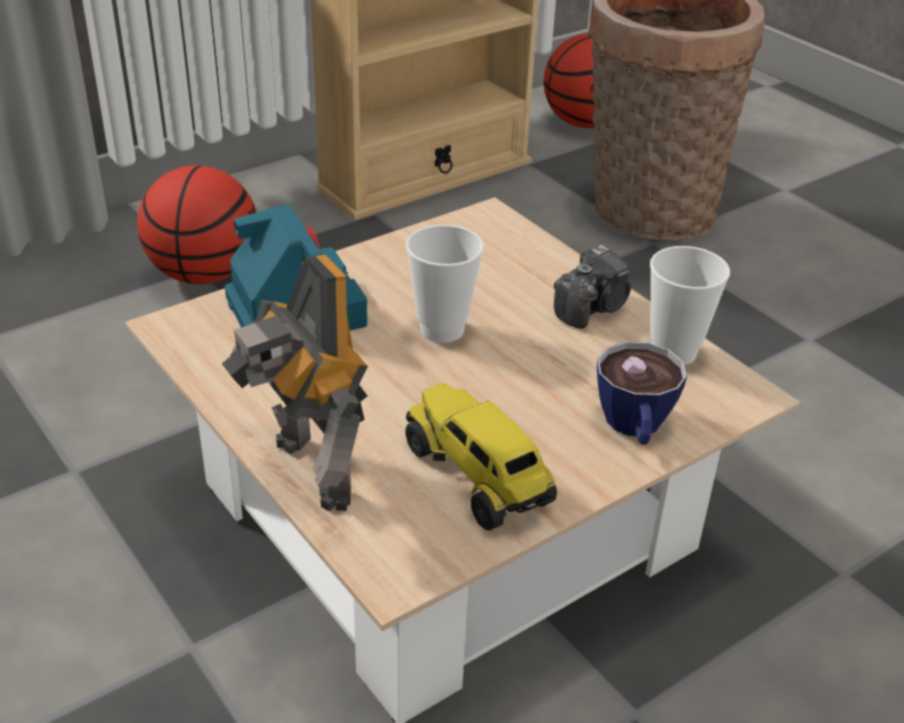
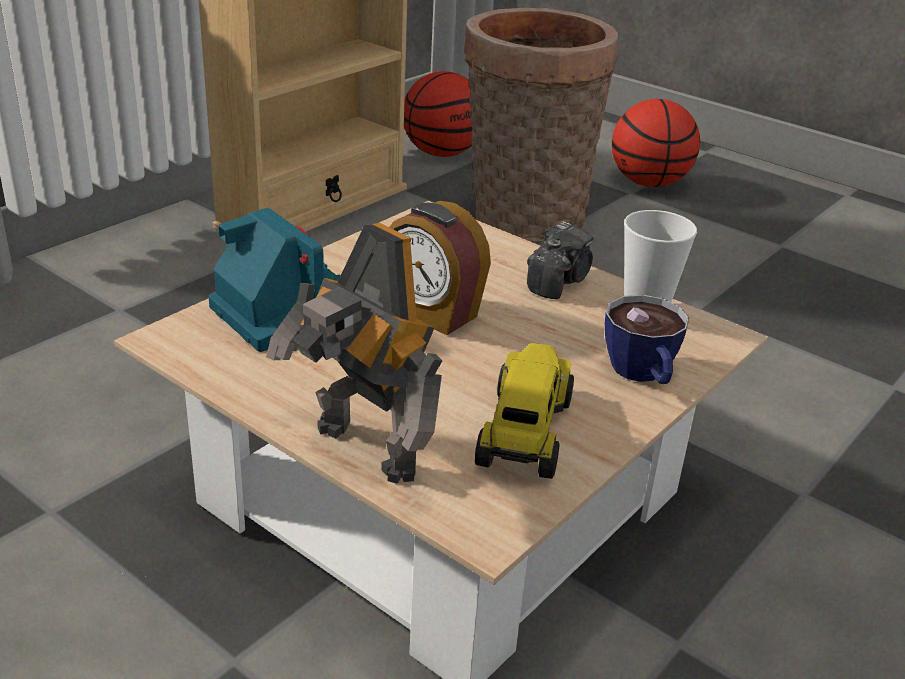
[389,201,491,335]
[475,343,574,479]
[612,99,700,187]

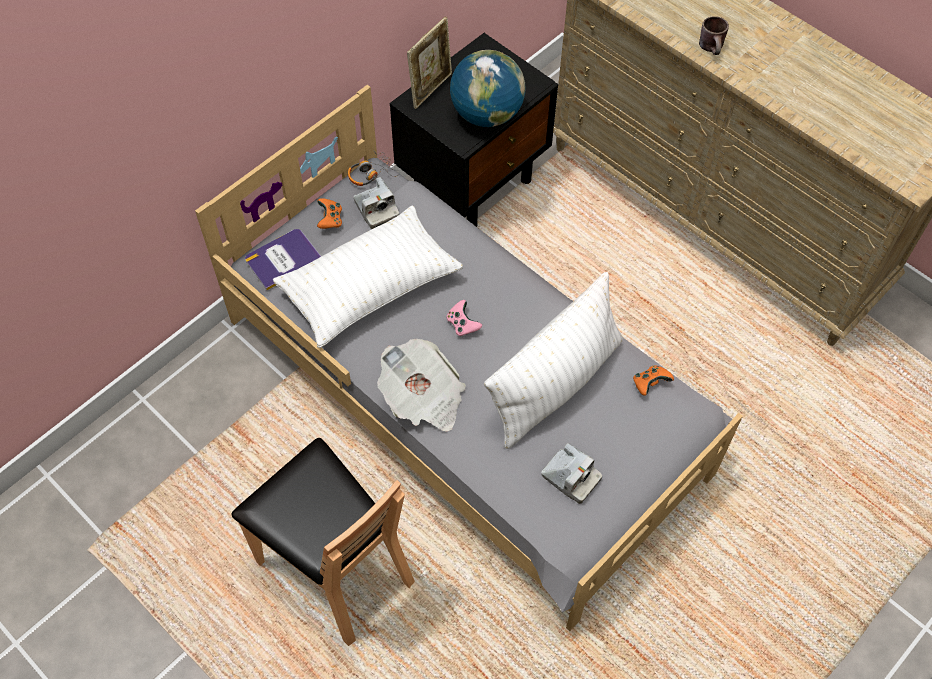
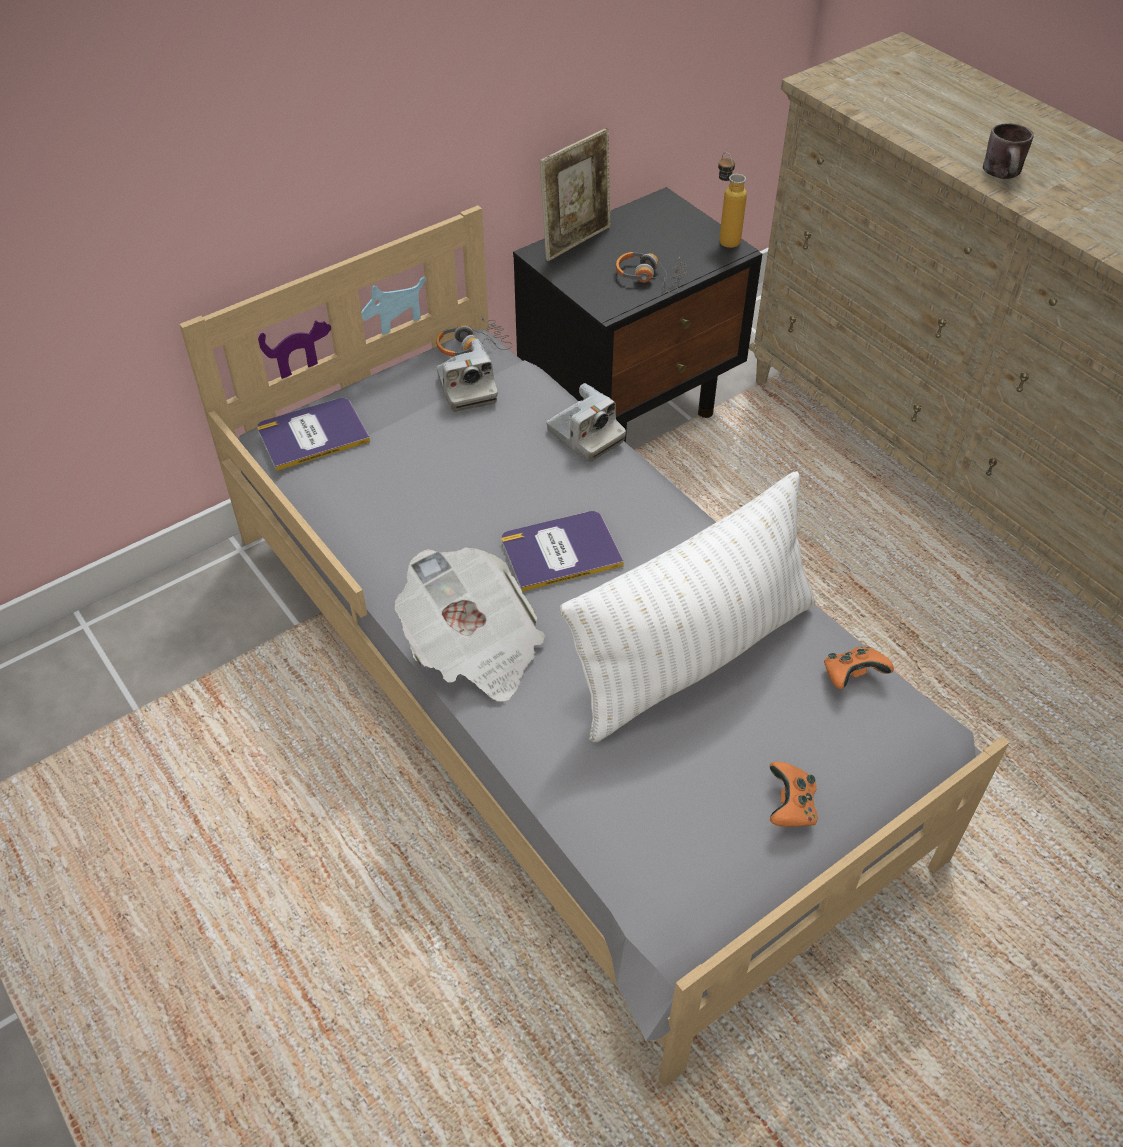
[502,511,624,592]
[546,383,626,462]
[616,252,687,293]
[718,152,747,248]
[770,762,818,827]
[231,438,415,646] (first image)
[273,205,463,348] (first image)

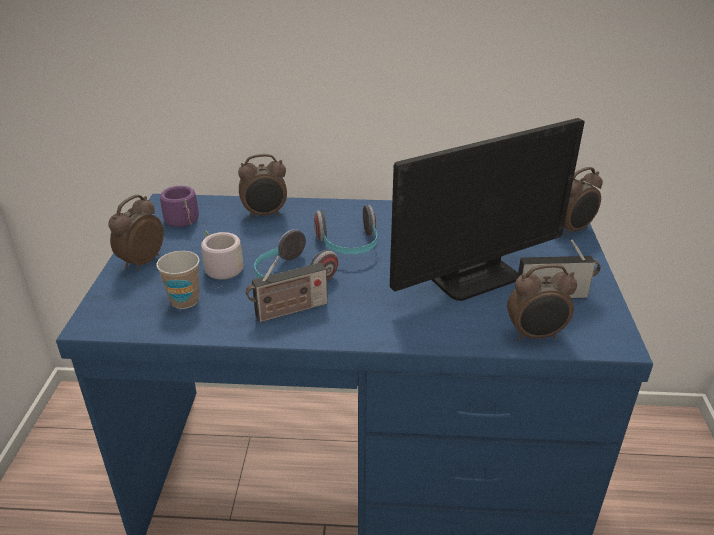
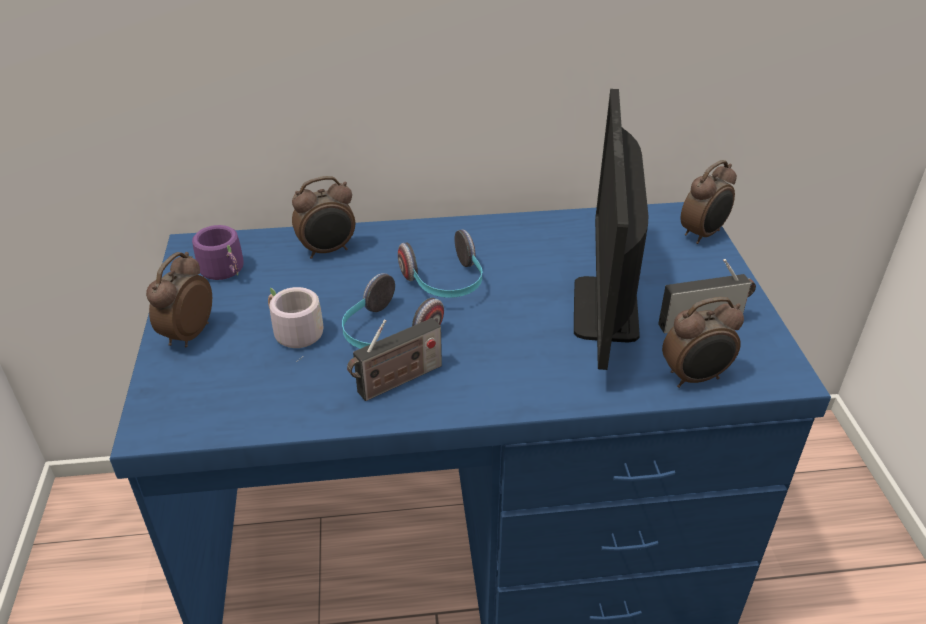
[574,89,648,370]
[156,251,200,309] (first image)

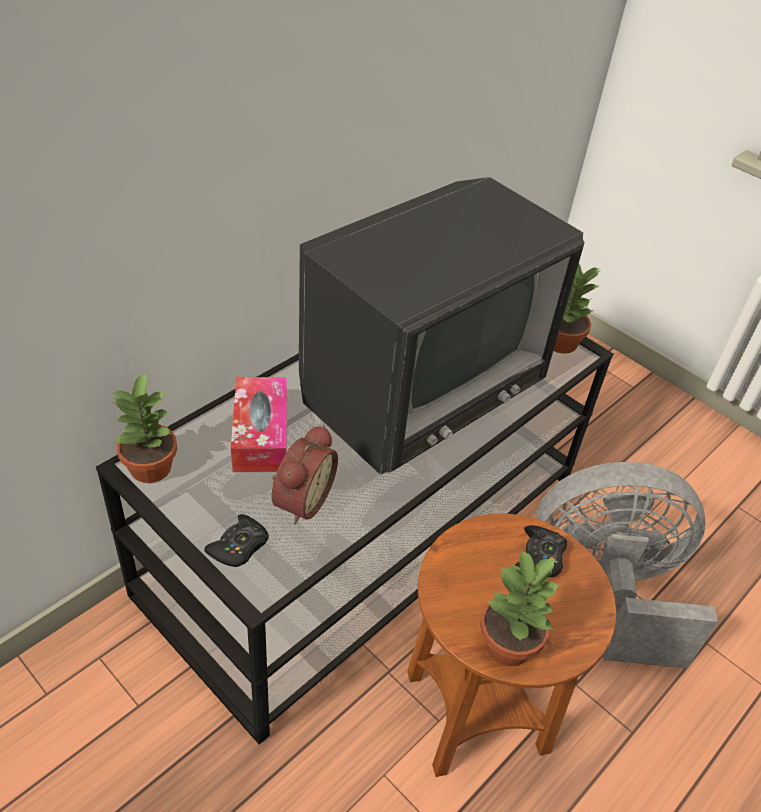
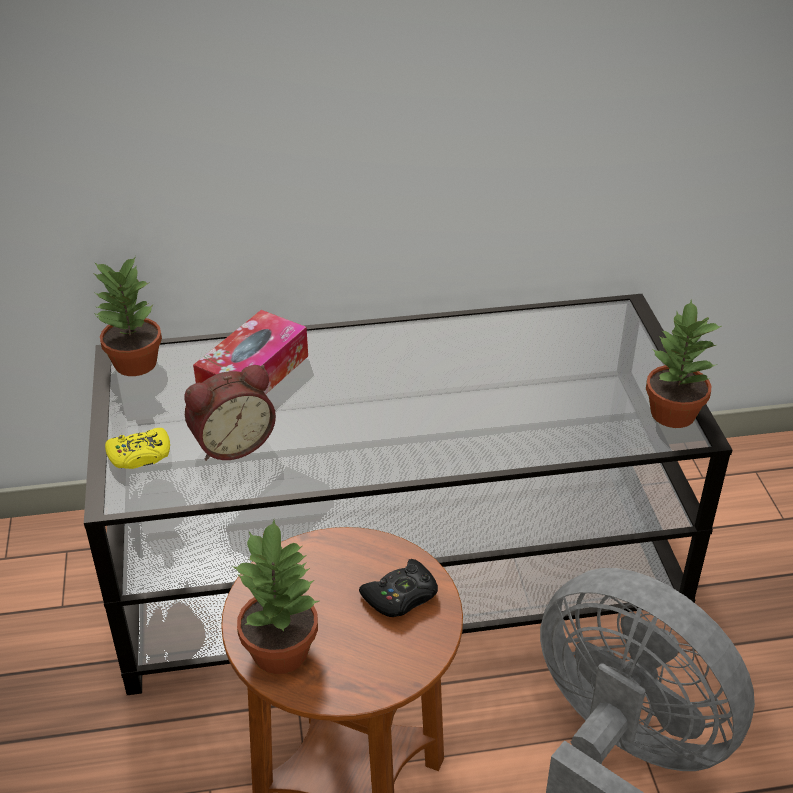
[105,428,170,469]
[299,177,585,475] (first image)

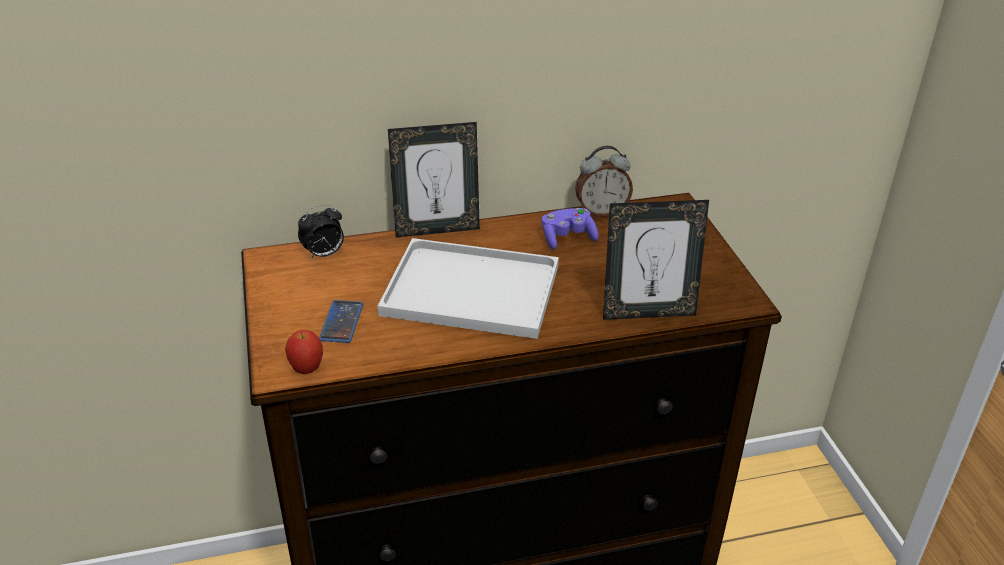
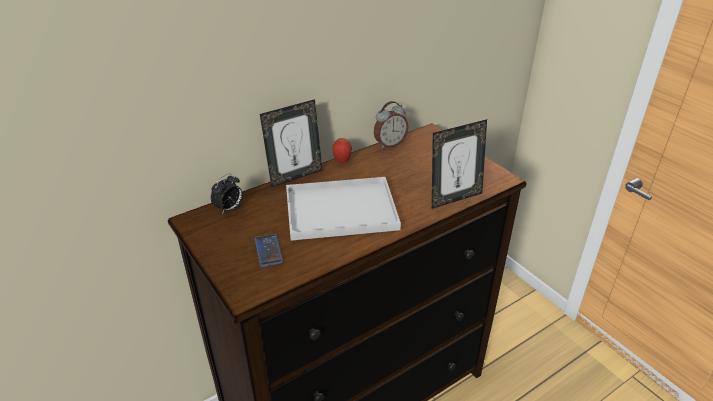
[332,138,352,163]
[542,208,599,250] (first image)

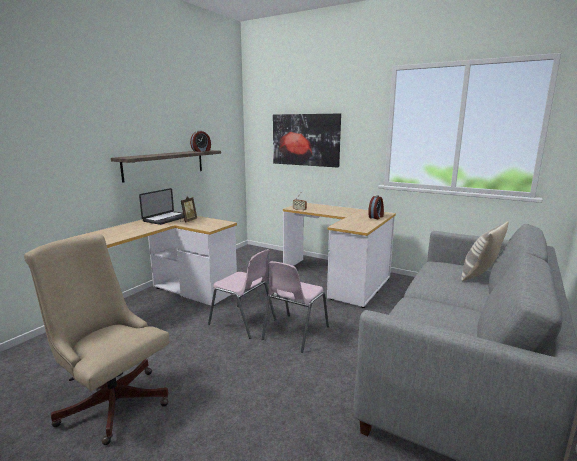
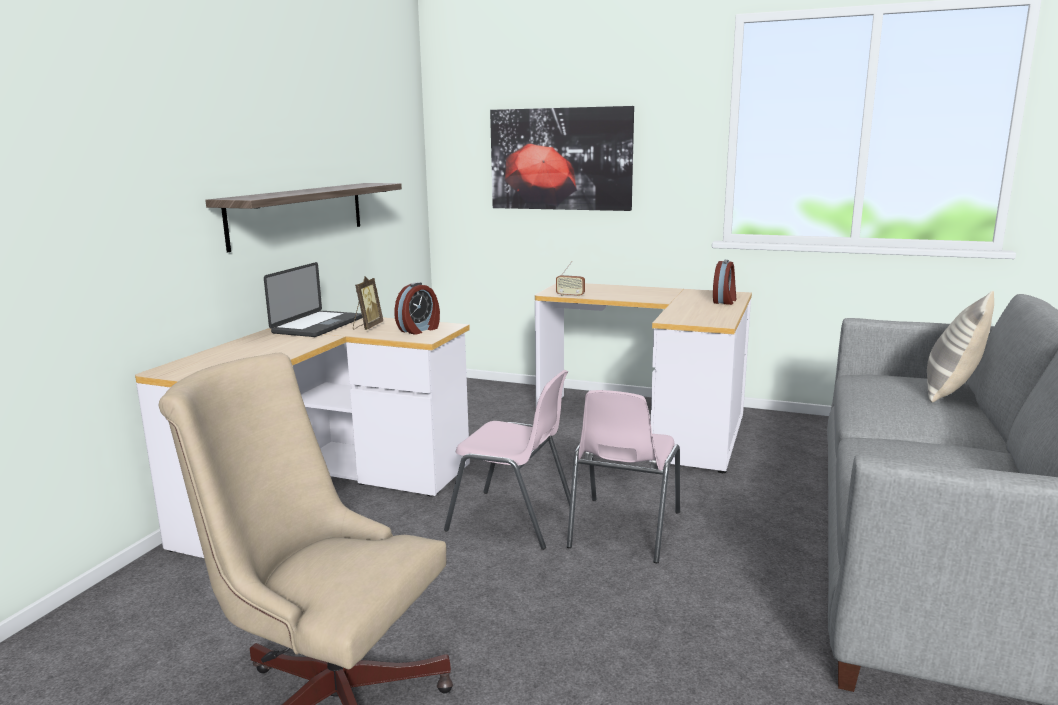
[394,282,440,335]

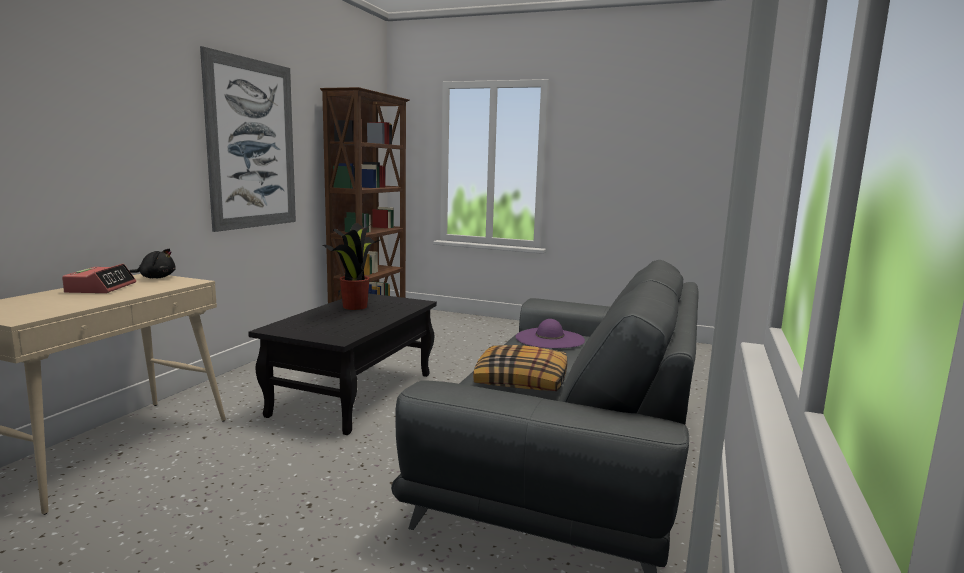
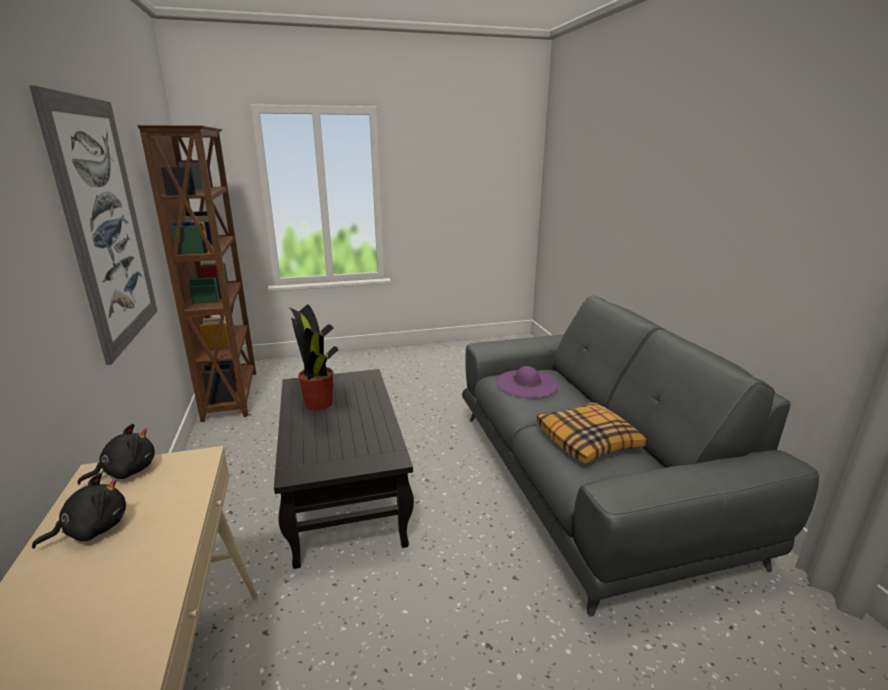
[32,473,126,549]

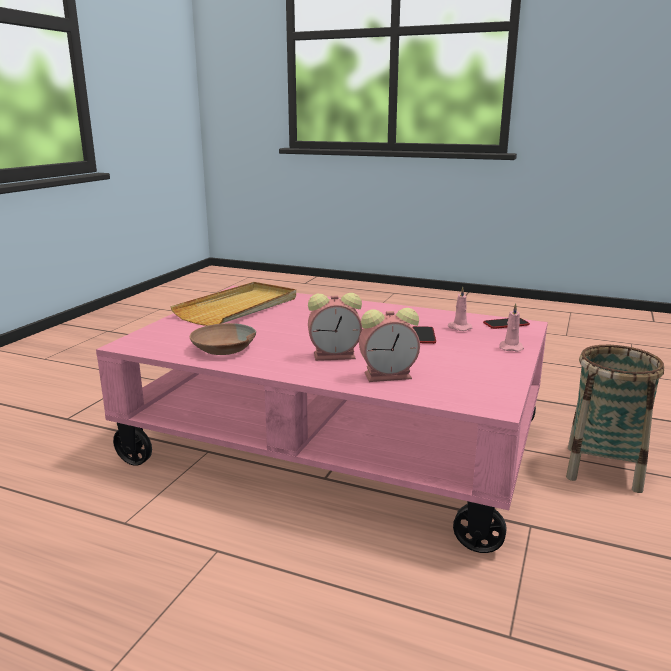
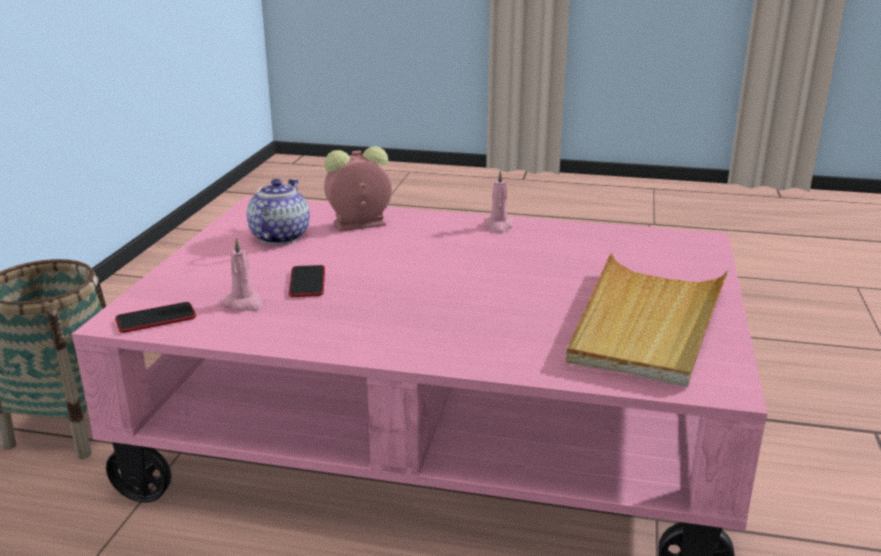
[247,179,310,244]
[484,170,513,233]
[190,323,256,355] (first image)
[308,293,362,361] (first image)

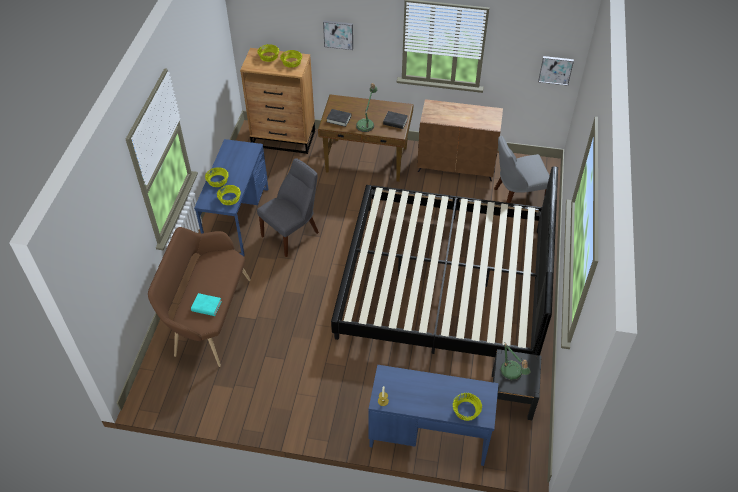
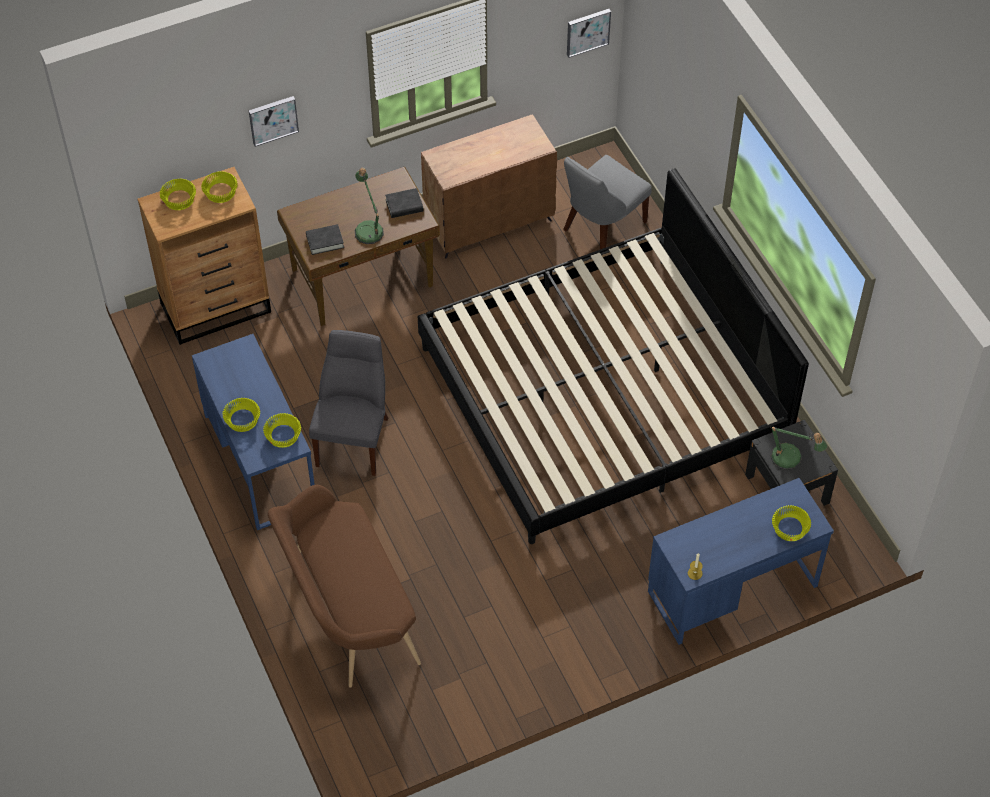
[191,293,222,316] (first image)

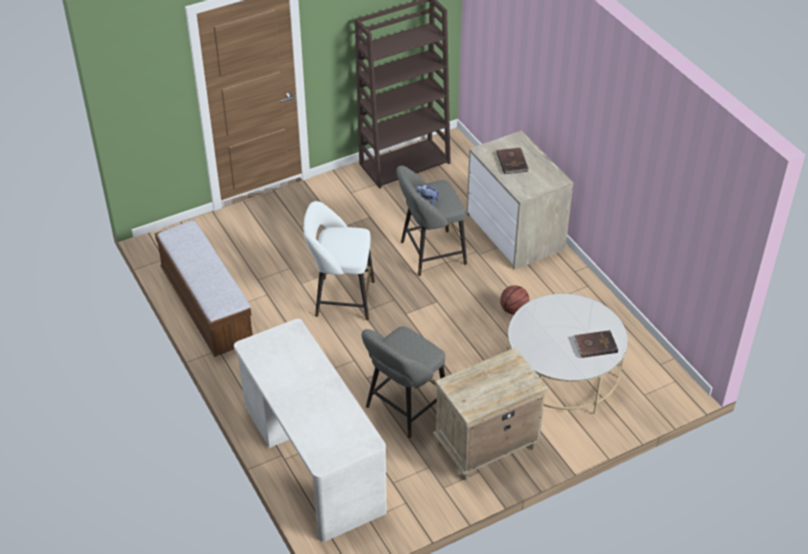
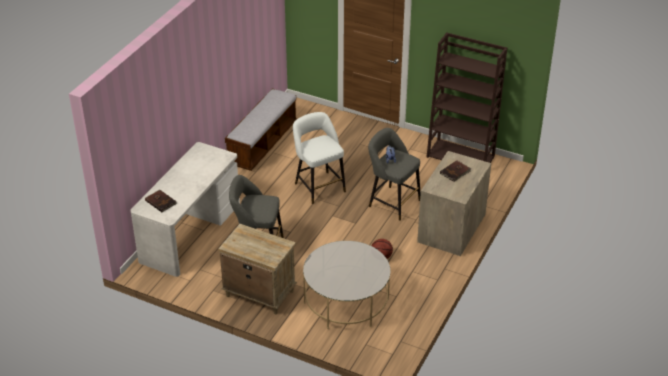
[145,190,177,212]

